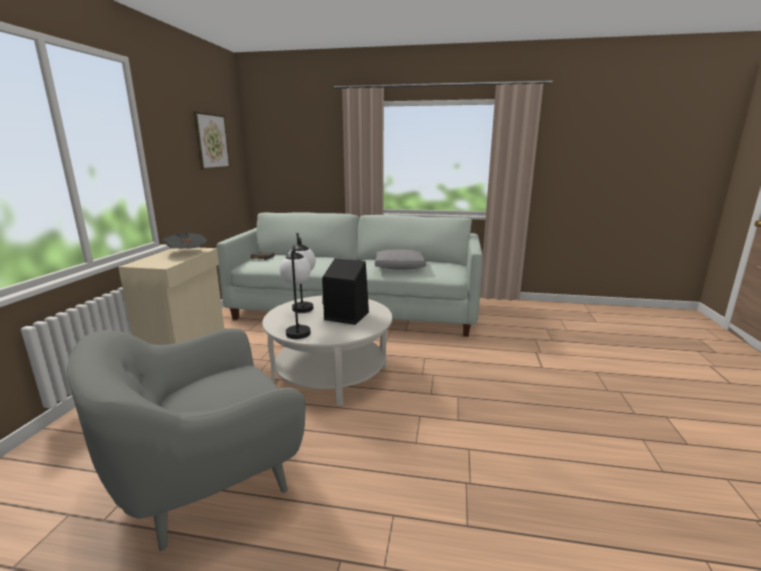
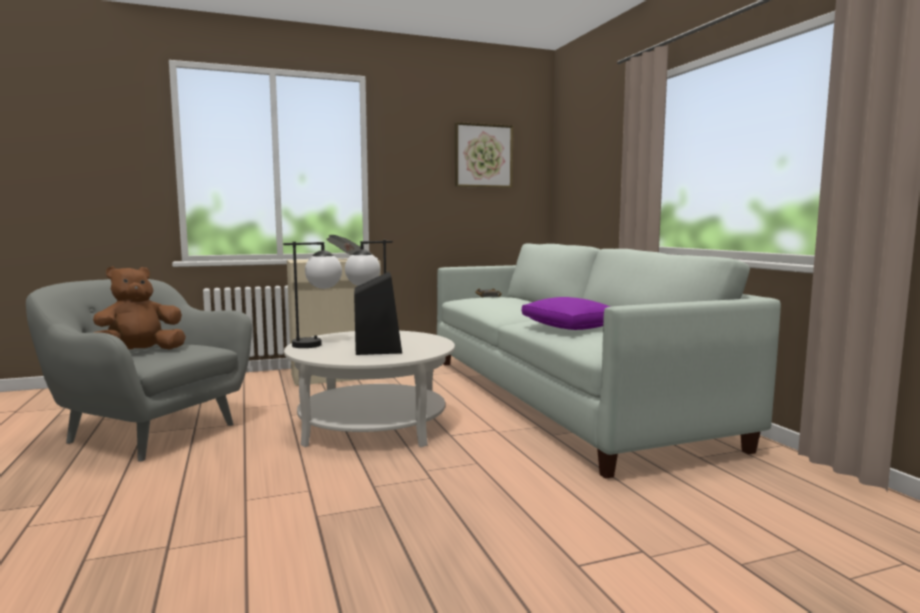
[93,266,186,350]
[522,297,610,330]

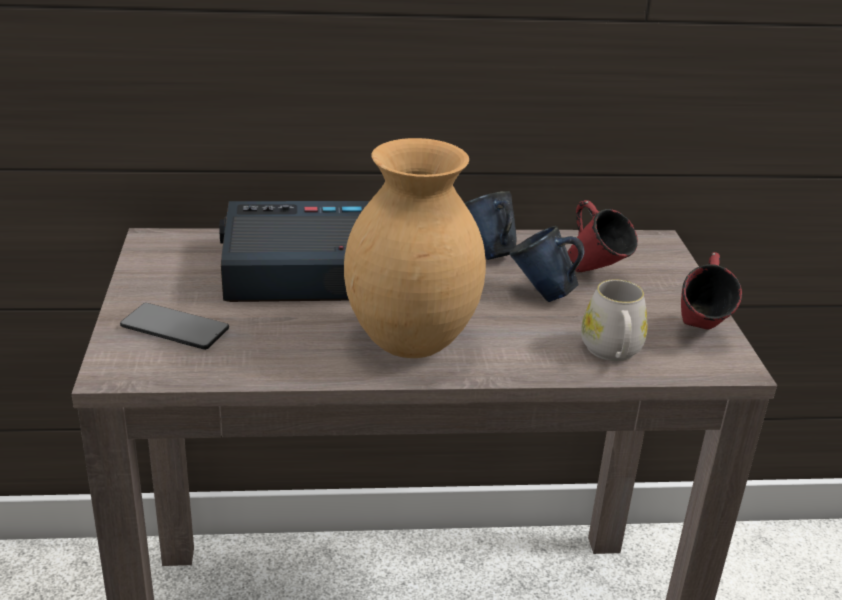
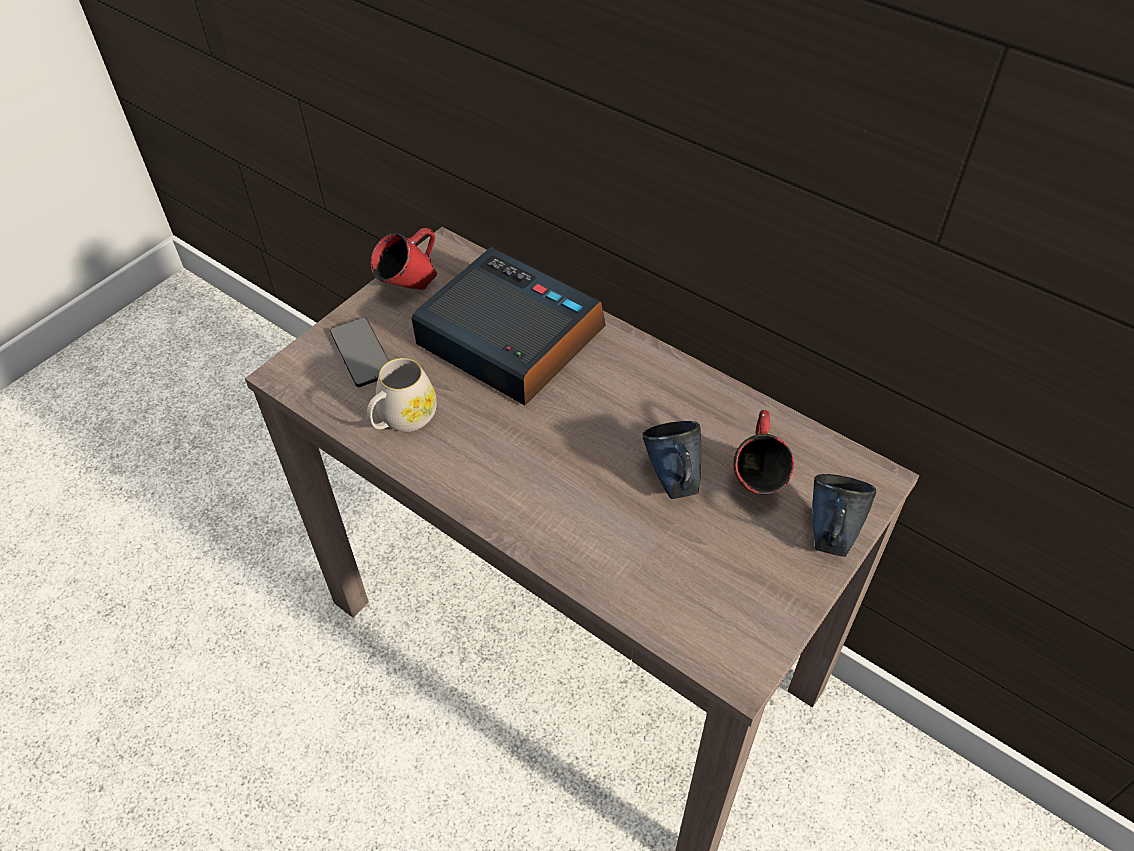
[367,358,437,432]
[370,228,437,290]
[813,474,876,557]
[344,138,486,358] (first image)

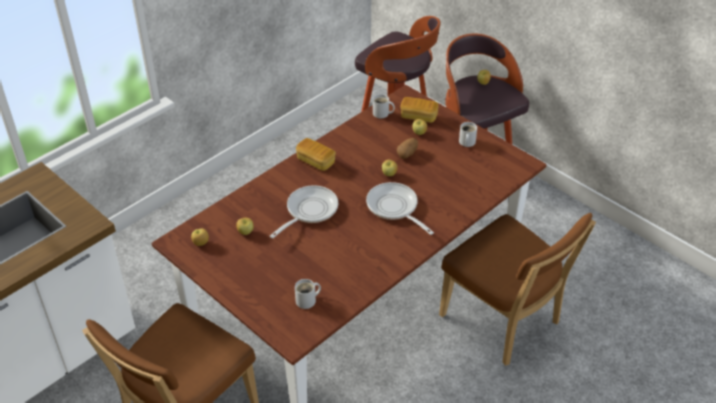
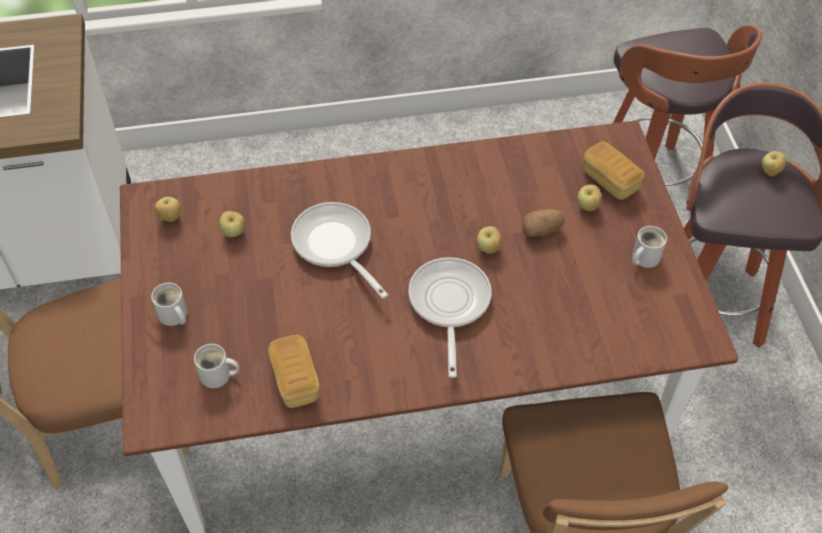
[151,283,187,326]
[268,335,320,408]
[291,202,388,298]

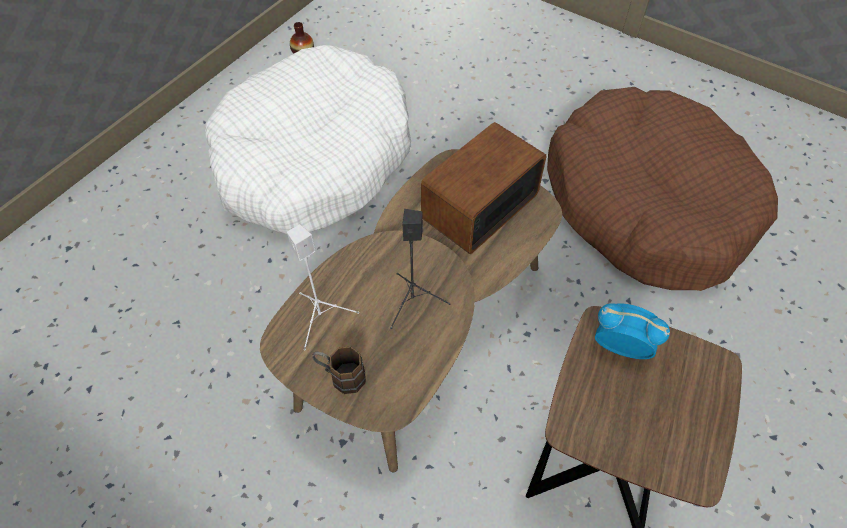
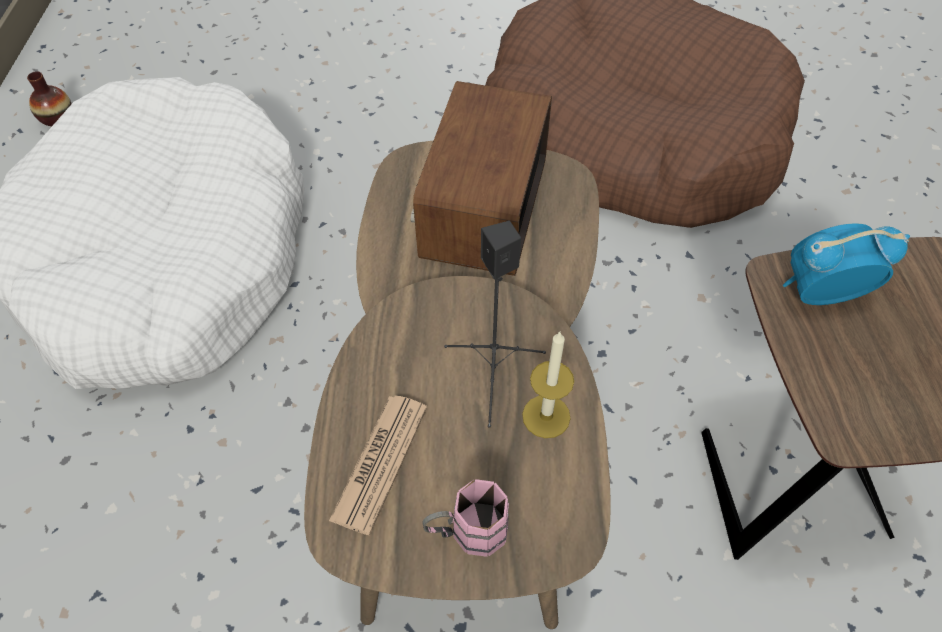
[329,396,427,535]
[422,479,509,557]
[522,332,574,438]

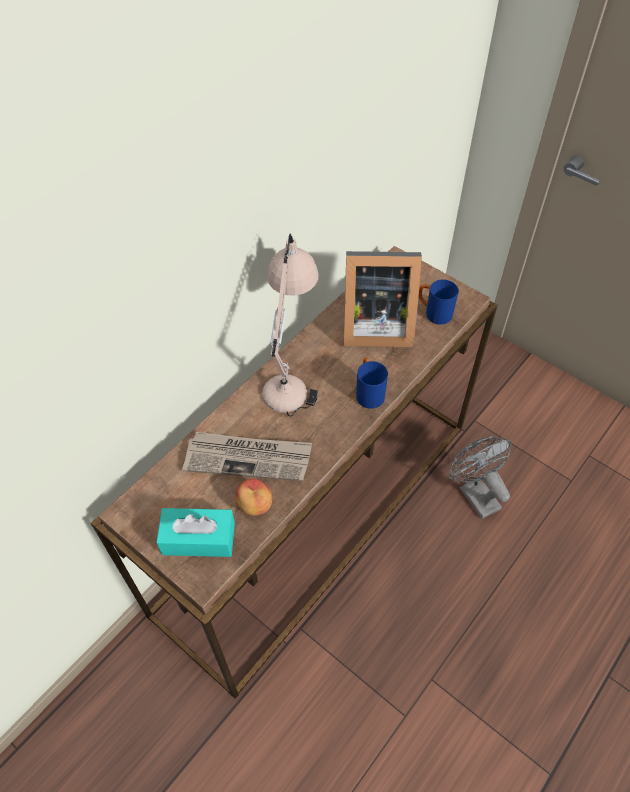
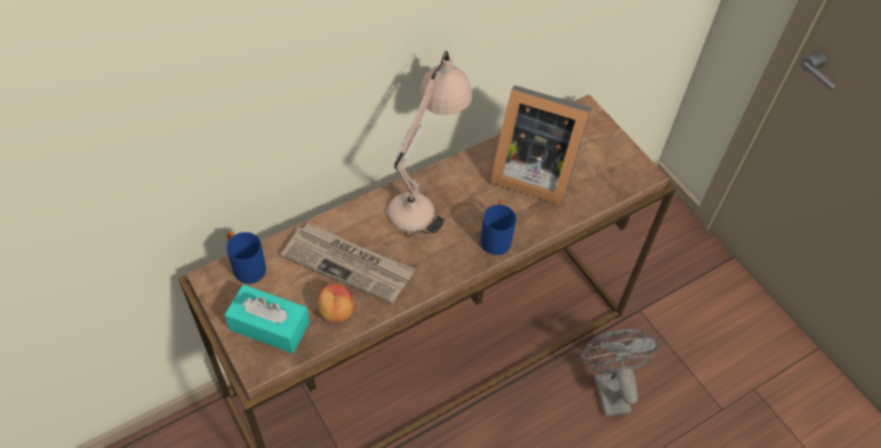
[226,232,266,284]

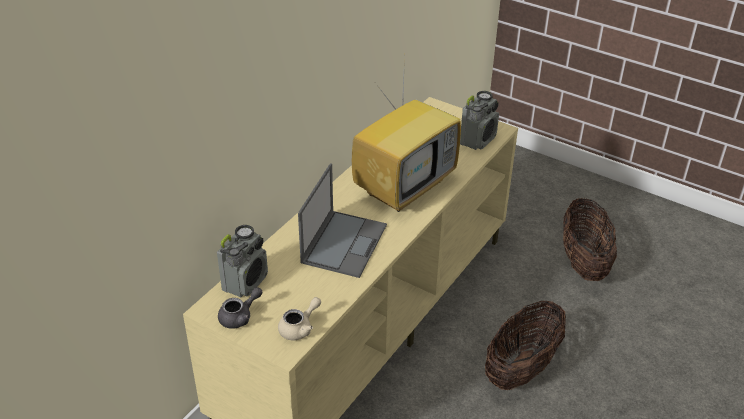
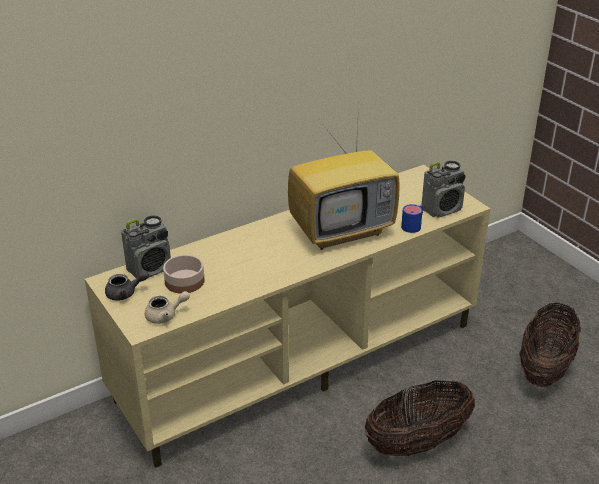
[163,255,205,294]
[401,204,423,233]
[298,163,387,278] (first image)

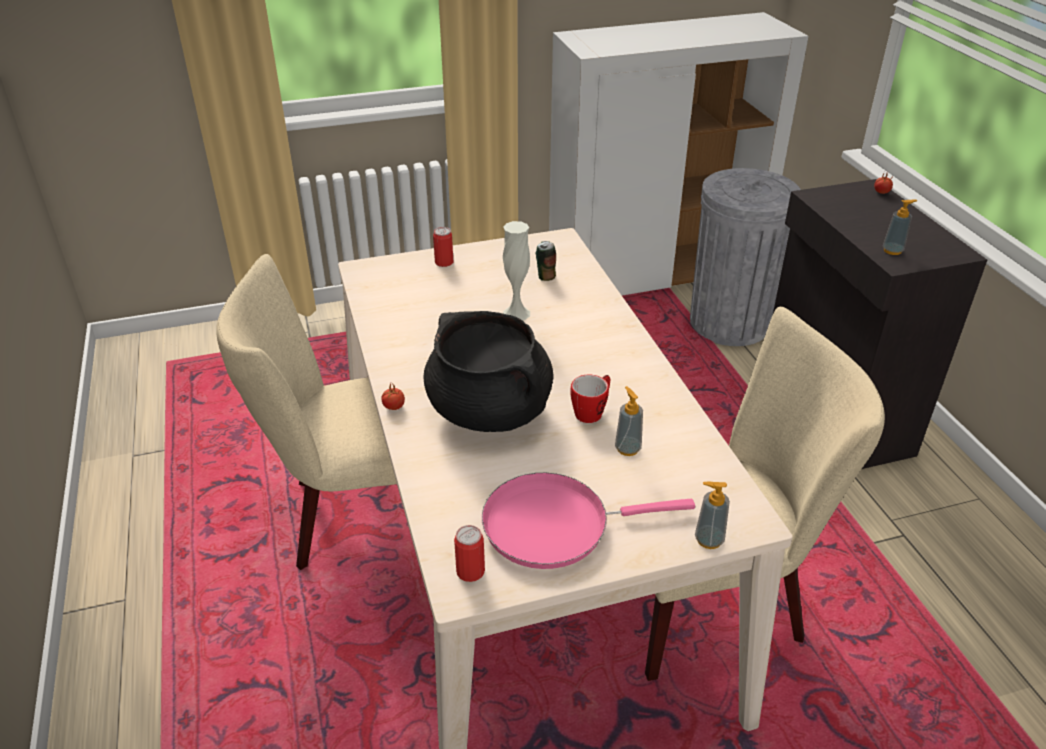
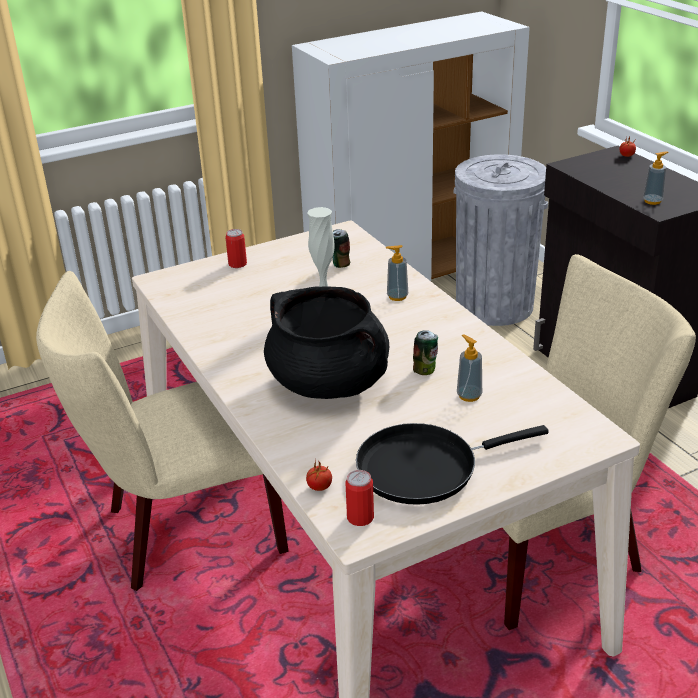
[306,461,332,491]
[356,423,549,505]
[386,245,408,301]
[413,330,438,375]

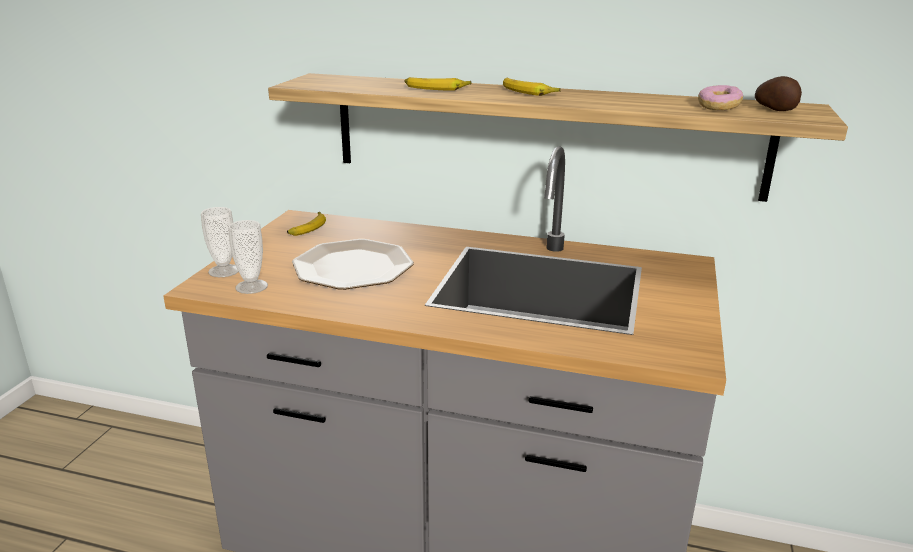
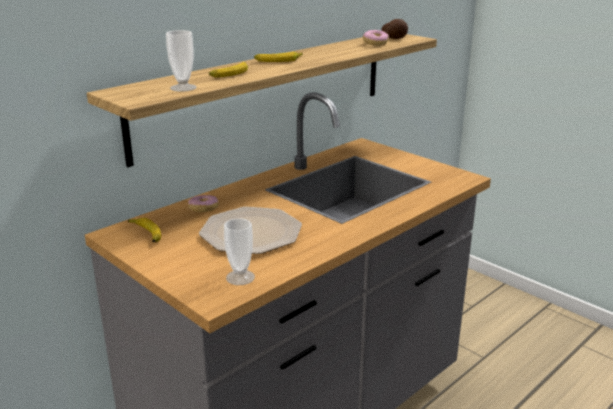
[166,30,197,92]
[188,195,219,212]

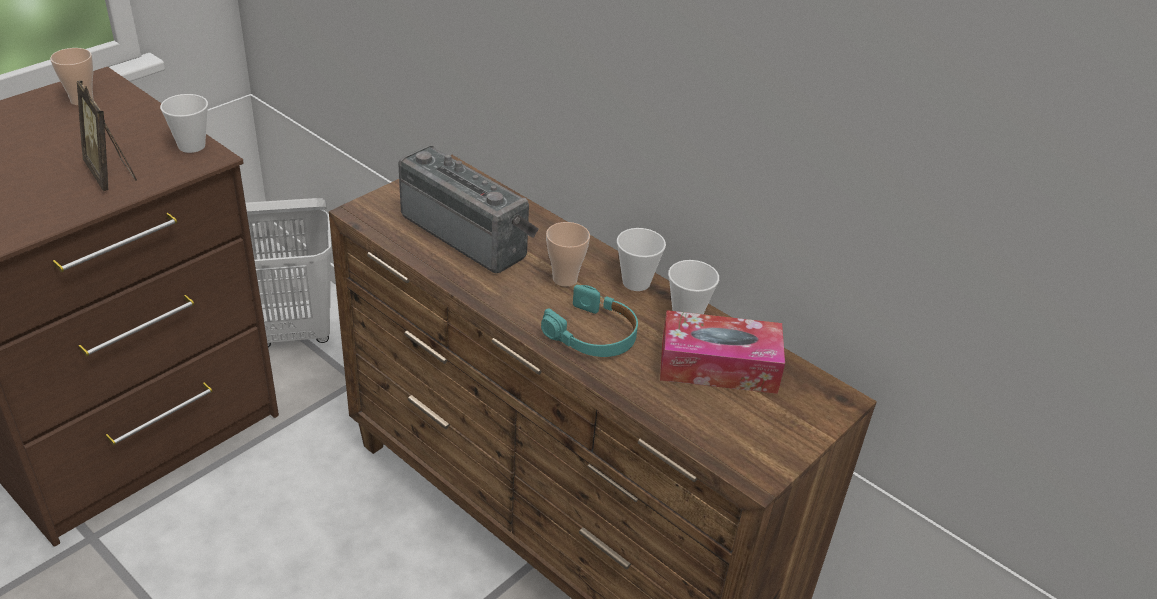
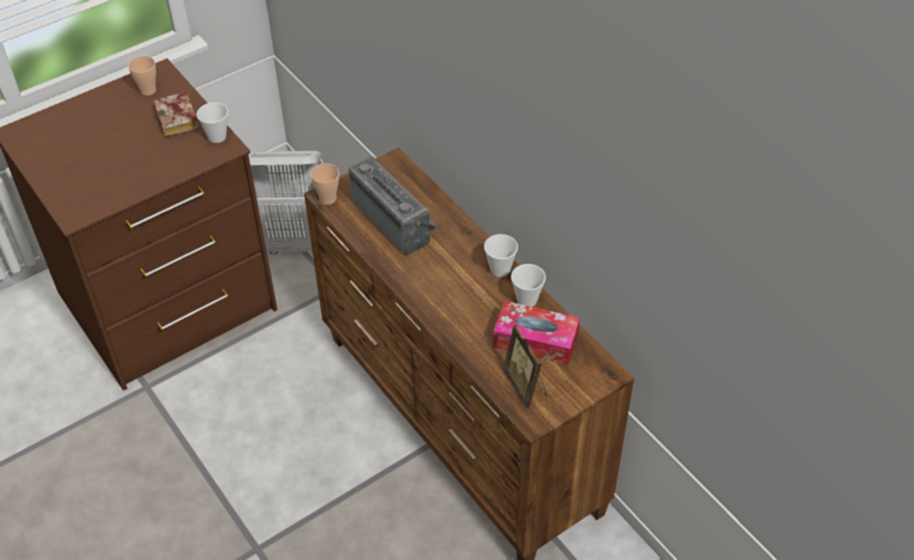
[153,92,200,137]
[311,163,339,205]
[503,324,547,408]
[541,285,638,357] (first image)

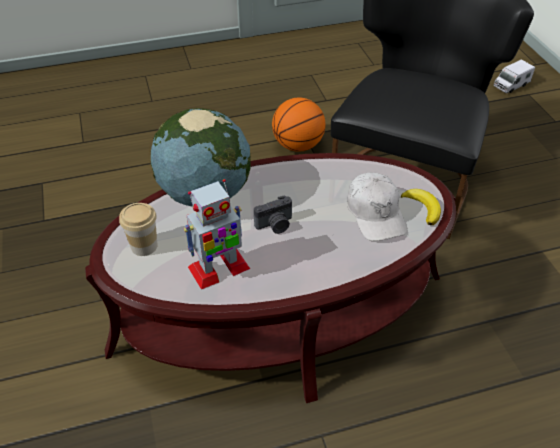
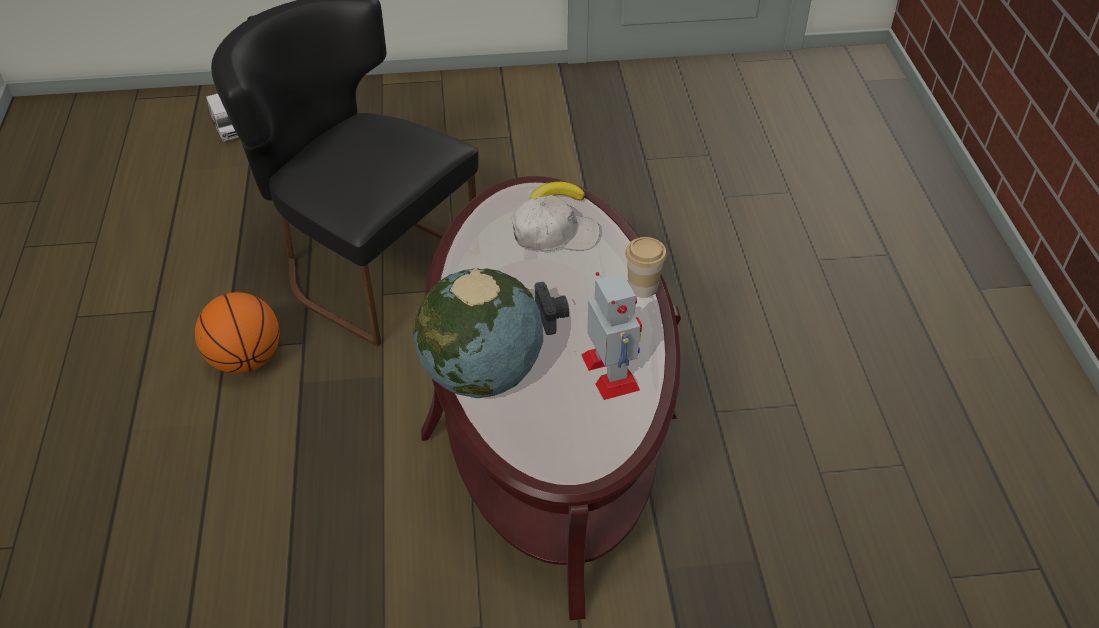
[625,237,667,298]

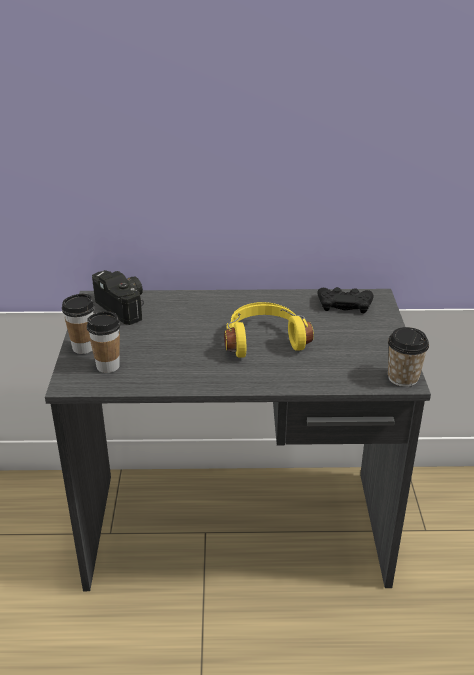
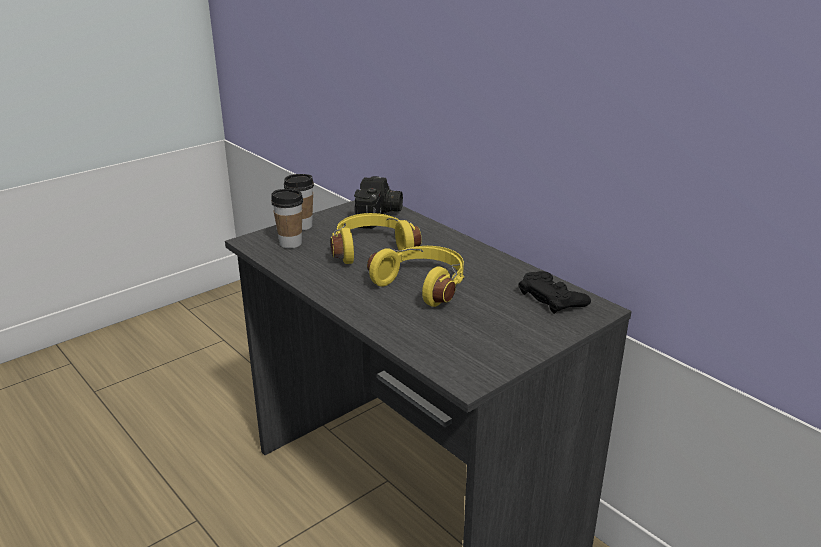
[331,213,422,264]
[388,327,429,387] (first image)

